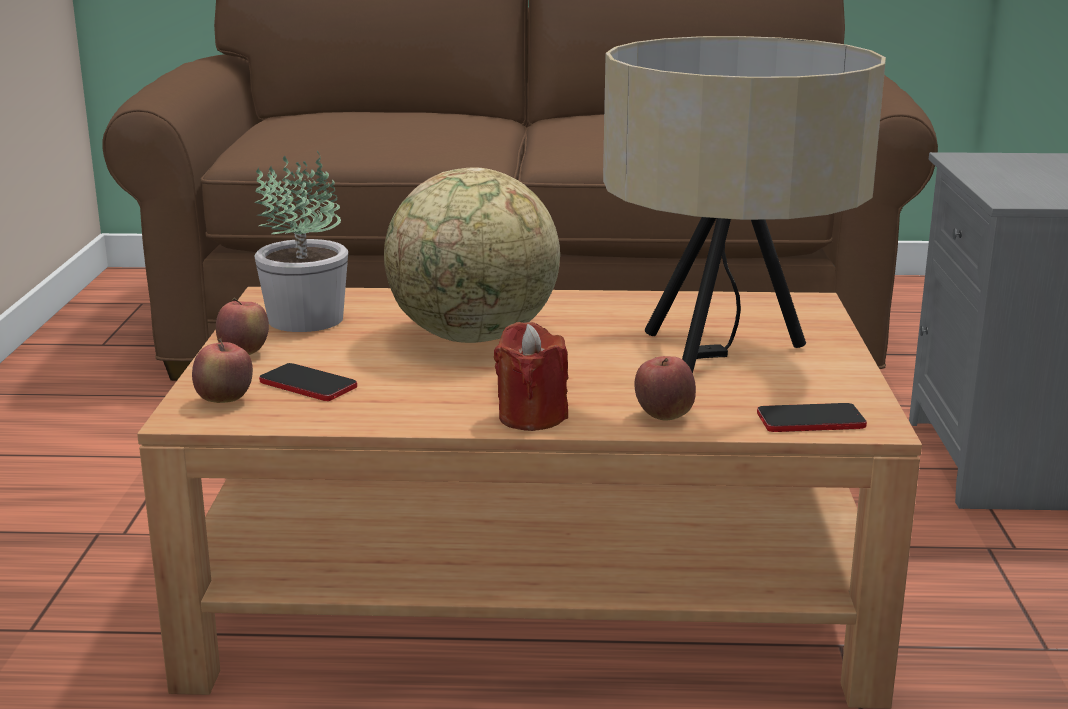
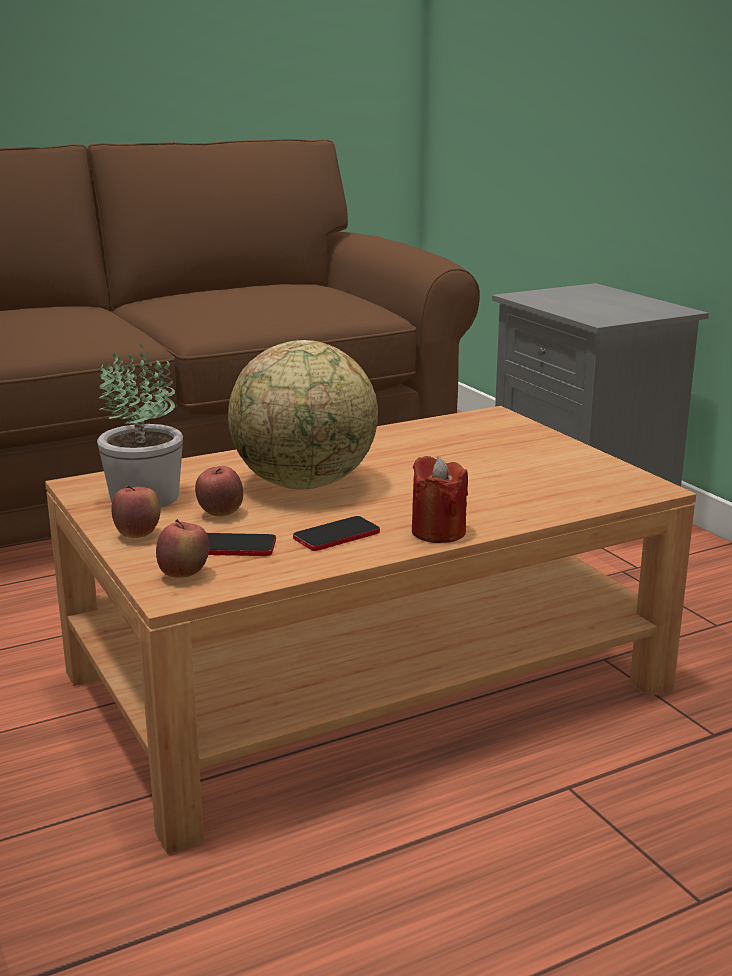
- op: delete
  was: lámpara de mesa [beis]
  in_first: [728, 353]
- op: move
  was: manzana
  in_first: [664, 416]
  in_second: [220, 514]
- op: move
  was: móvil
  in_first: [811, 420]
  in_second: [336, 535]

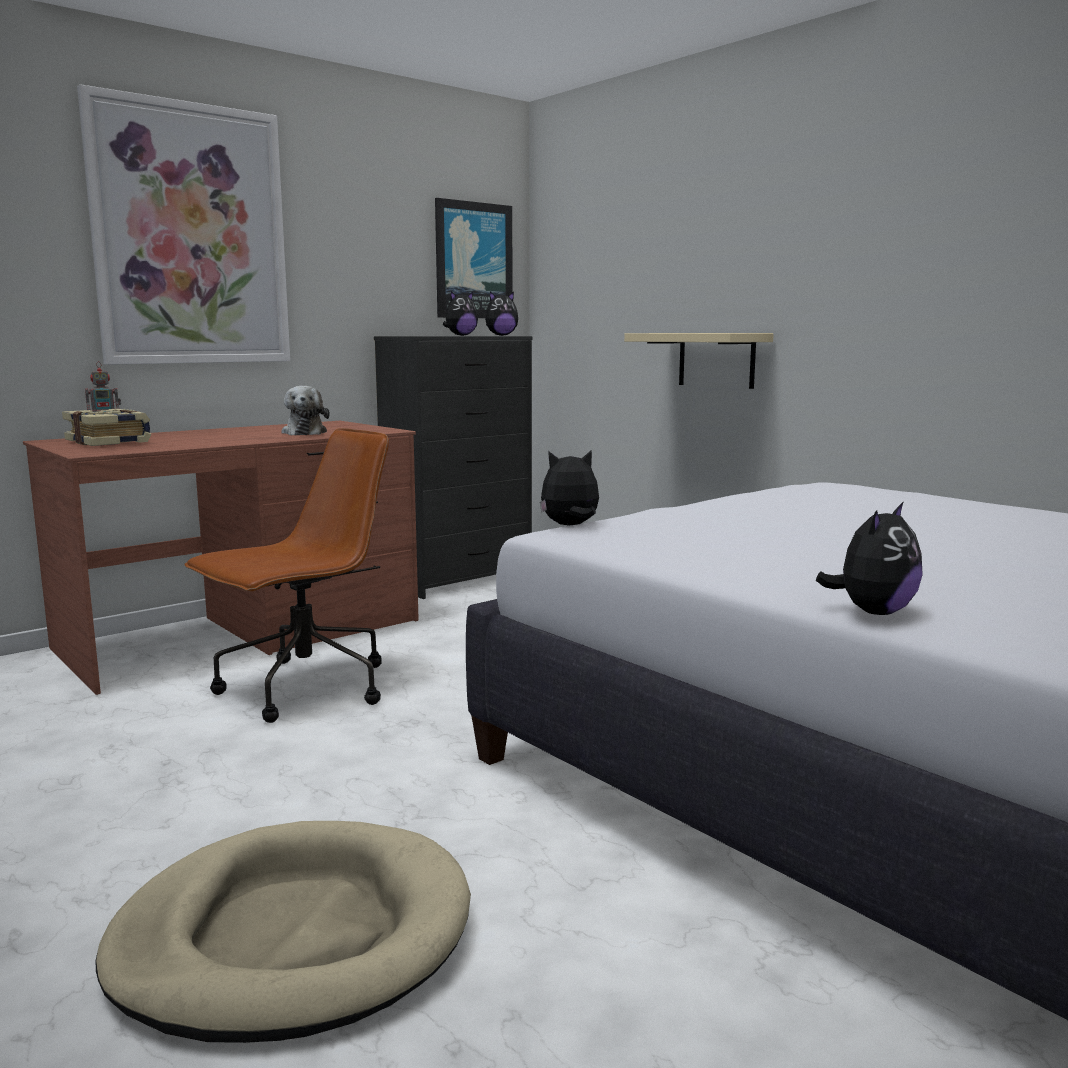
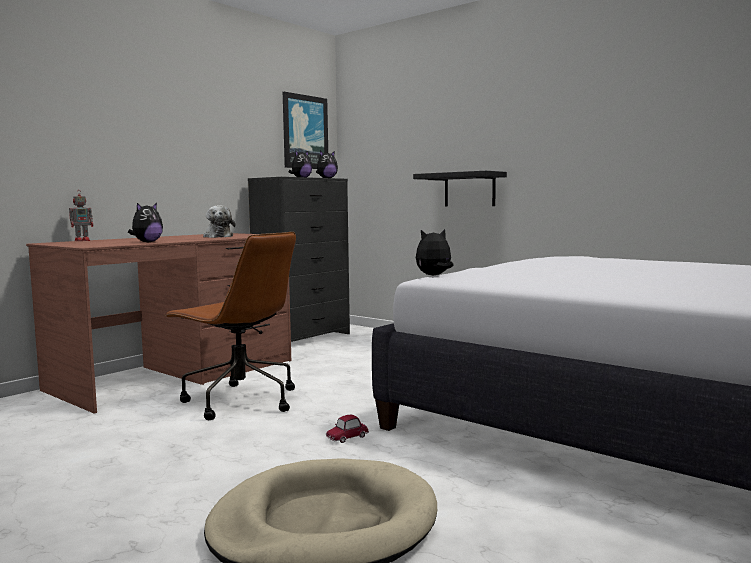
- op: delete
  was: cuadro
  in_first: [191, 236]
- op: recolor
  was: estante [beis]
  now: estante [negro]
  in_first: [716, 360]
  in_second: [469, 189]
- op: delete
  was: libro
  in_first: [110, 442]
- op: rotate
  was: silla de oficina [marrón]
  in_first: [303, 689]
  in_second: [239, 401]
  clockwise: 90
- op: move
  was: peluche
  in_first: [873, 612]
  in_second: [147, 242]
- op: insert
  now: coche de juguete
  in_second: [347, 437]

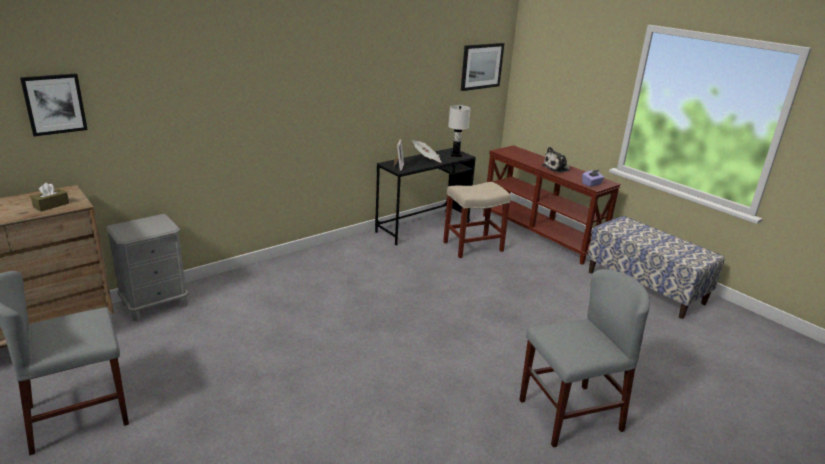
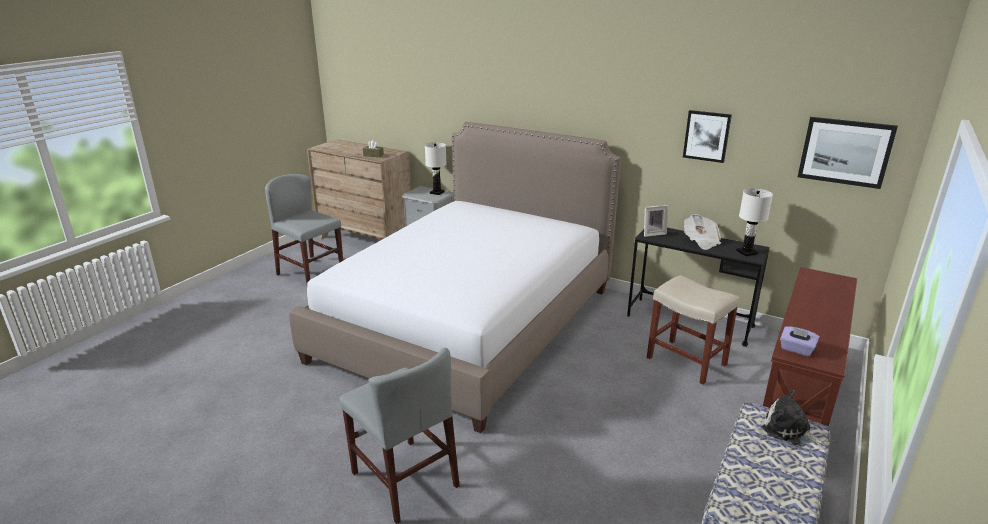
- op: move
  was: cuadro
  in_first: [54, 104]
  in_second: [706, 136]
- op: move
  was: peluche
  in_first: [557, 168]
  in_second: [789, 430]
- op: insert
  now: cama
  in_second: [469, 324]
- op: insert
  now: lámpara de mesa [blanco]
  in_second: [437, 192]

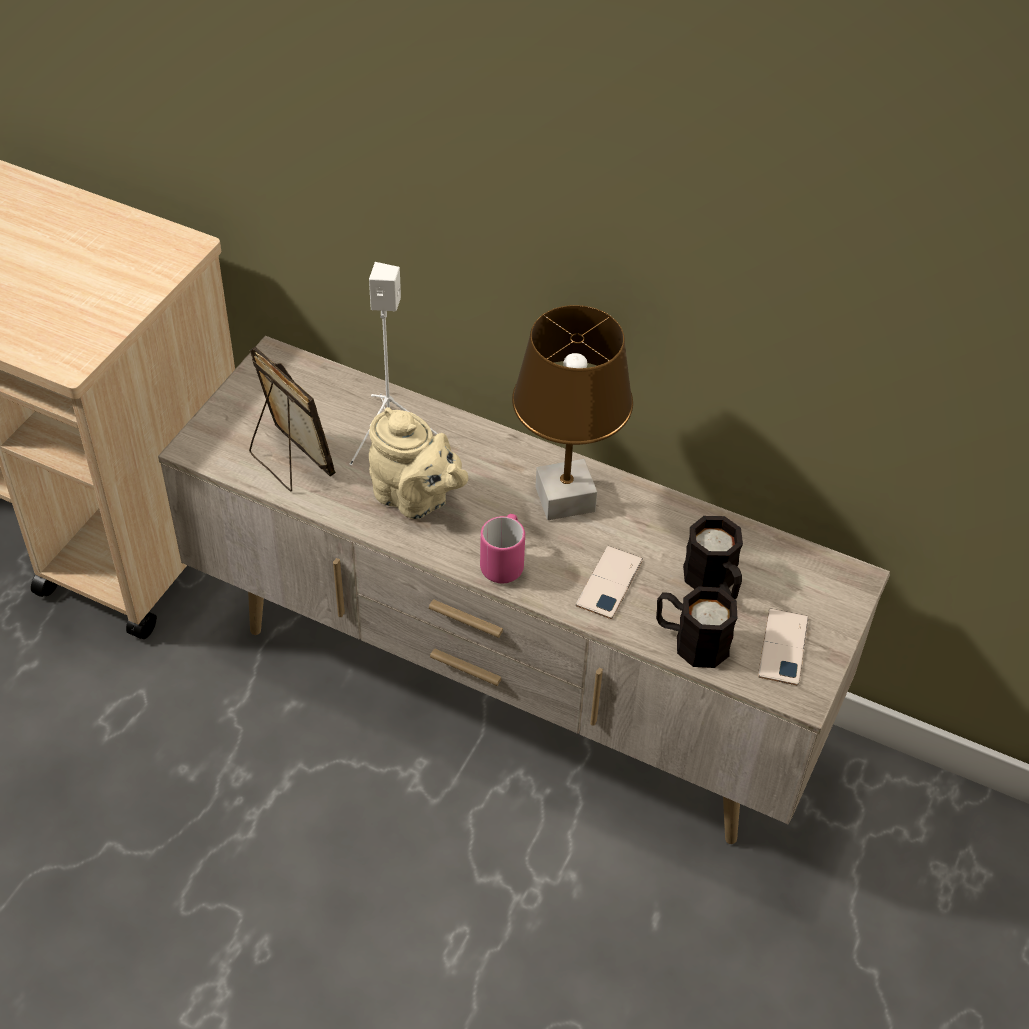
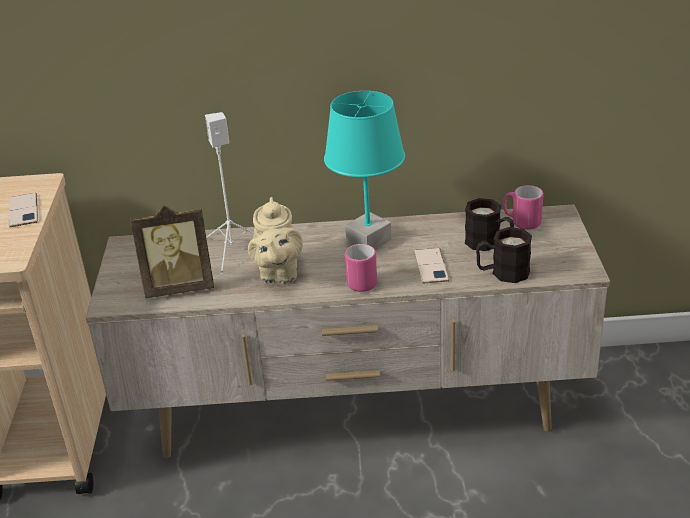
- op: recolor
  was: lámpara de mesa [marrón]
  now: lámpara de mesa [turquesa]
  in_first: [564, 500]
  in_second: [368, 241]
- op: rotate
  was: portarretratos
  in_first: [289, 462]
  in_second: [179, 287]
  clockwise: 150
- op: rotate
  was: tetera [beis]
  in_first: [415, 499]
  in_second: [278, 274]
  clockwise: 75
- op: move
  was: móvil
  in_first: [783, 647]
  in_second: [23, 210]
- op: insert
  now: taza grande [rosa]
  in_second: [521, 222]

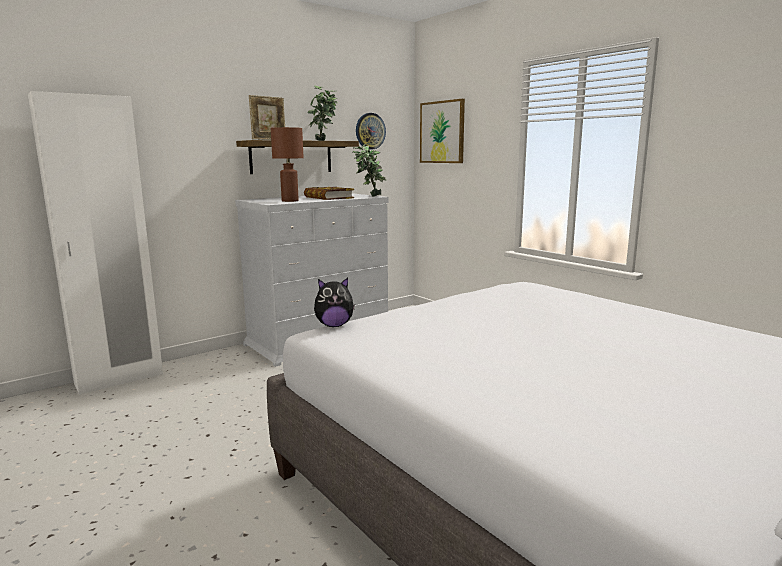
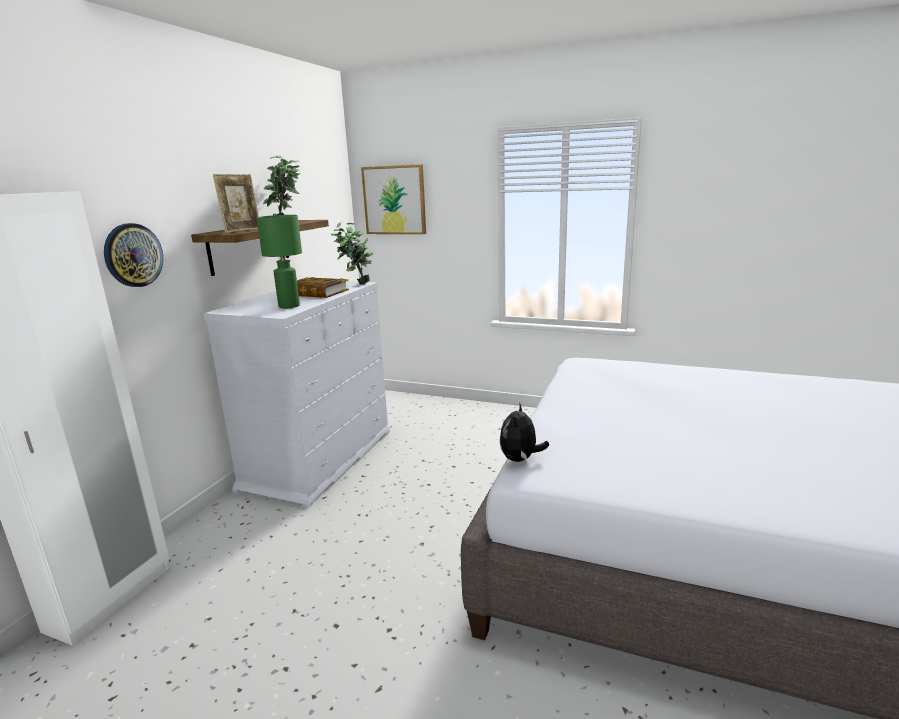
- op: move
  was: reloj de pared
  in_first: [370, 131]
  in_second: [133, 255]
- op: recolor
  was: lámpara de mesa [marrón]
  now: lámpara de mesa [verde]
  in_first: [289, 201]
  in_second: [288, 306]
- op: rotate
  was: peluche
  in_first: [334, 325]
  in_second: [520, 459]
  clockwise: 150

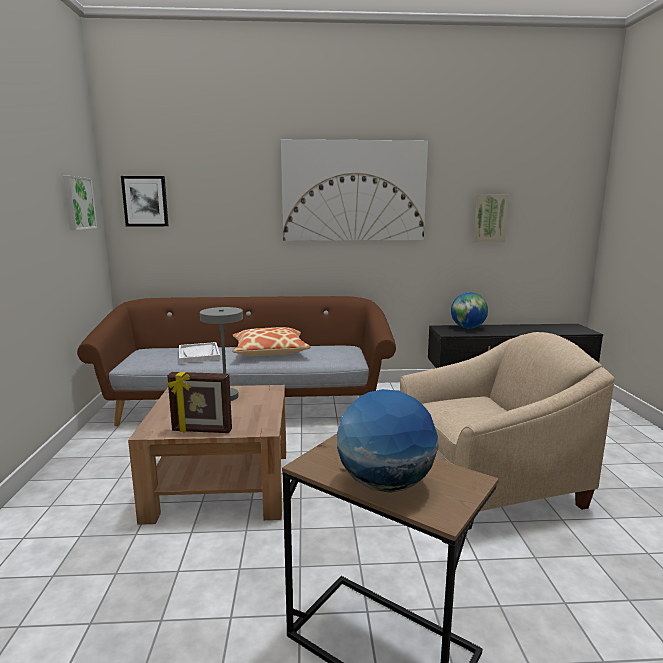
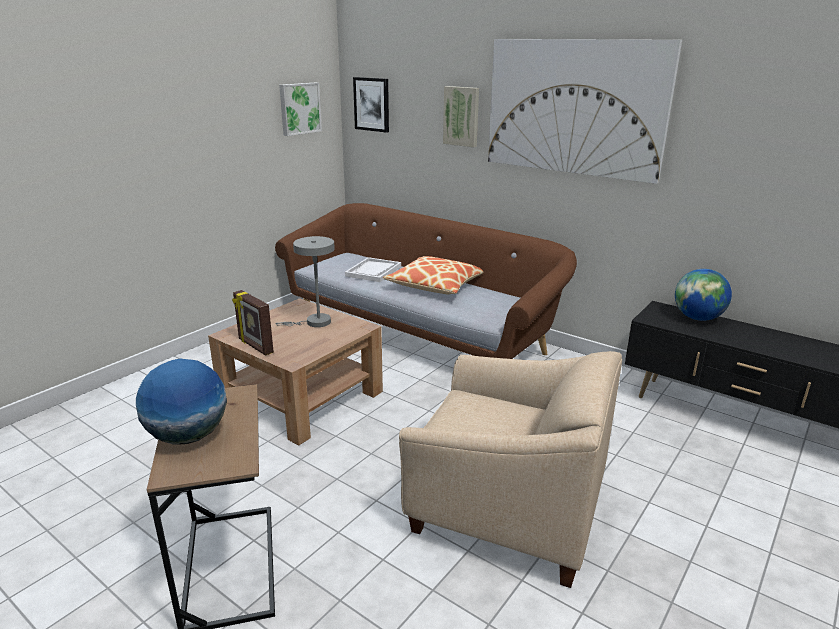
- op: move
  was: cuadro
  in_first: [489, 218]
  in_second: [462, 116]

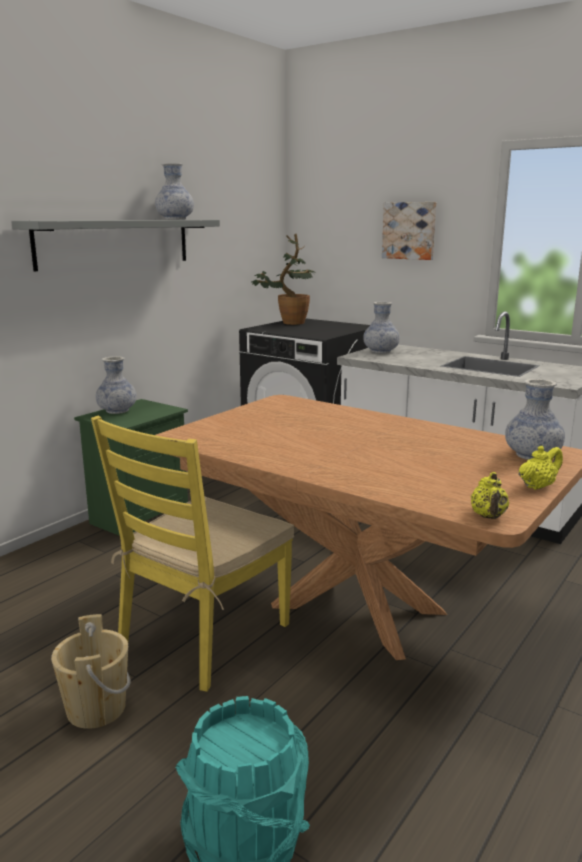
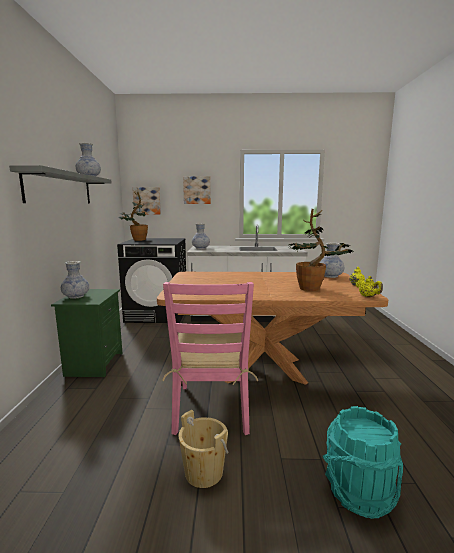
- op: recolor
  was: silla [amarillo]
  now: silla [rosa]
  in_first: [204, 636]
  in_second: [212, 409]
- op: insert
  now: cuadro
  in_second: [147, 201]
- op: insert
  now: planta en maceta
  in_second: [315, 288]

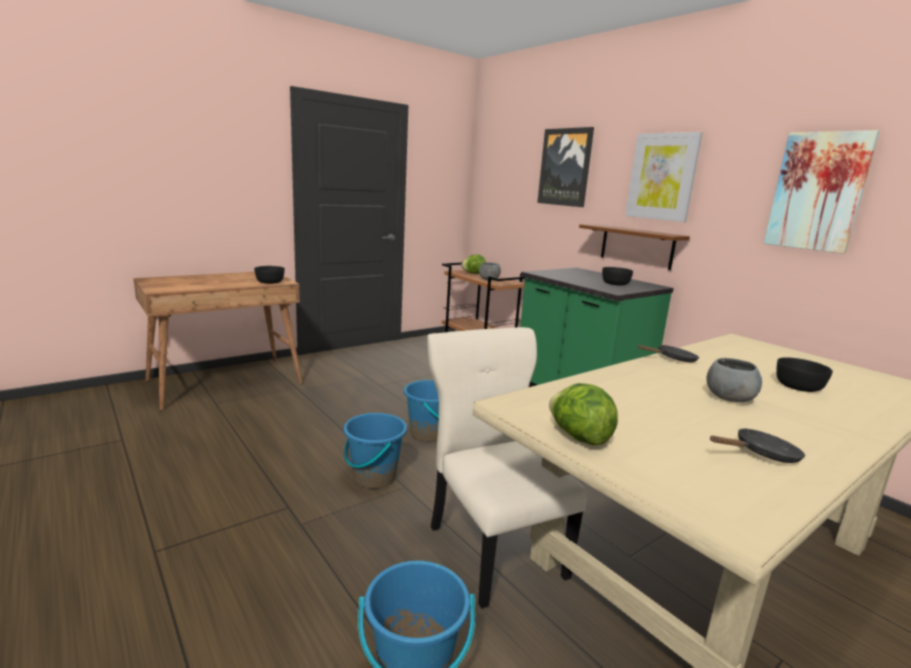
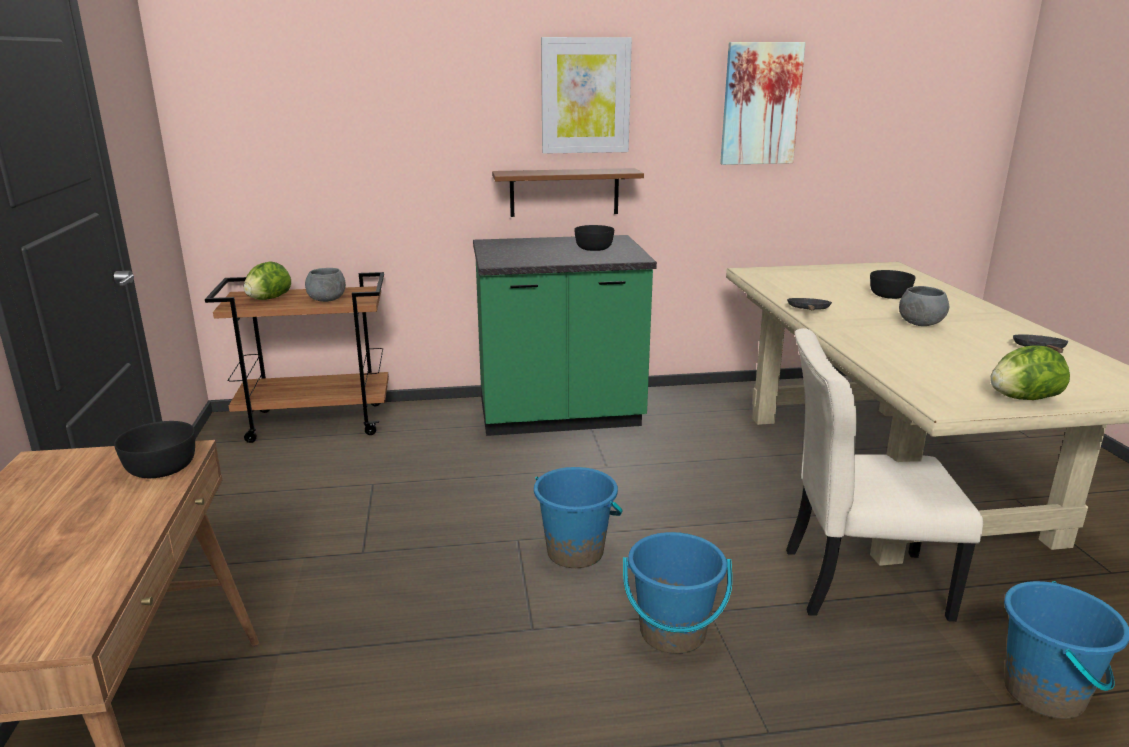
- op: delete
  was: cuadro
  in_first: [565, 167]

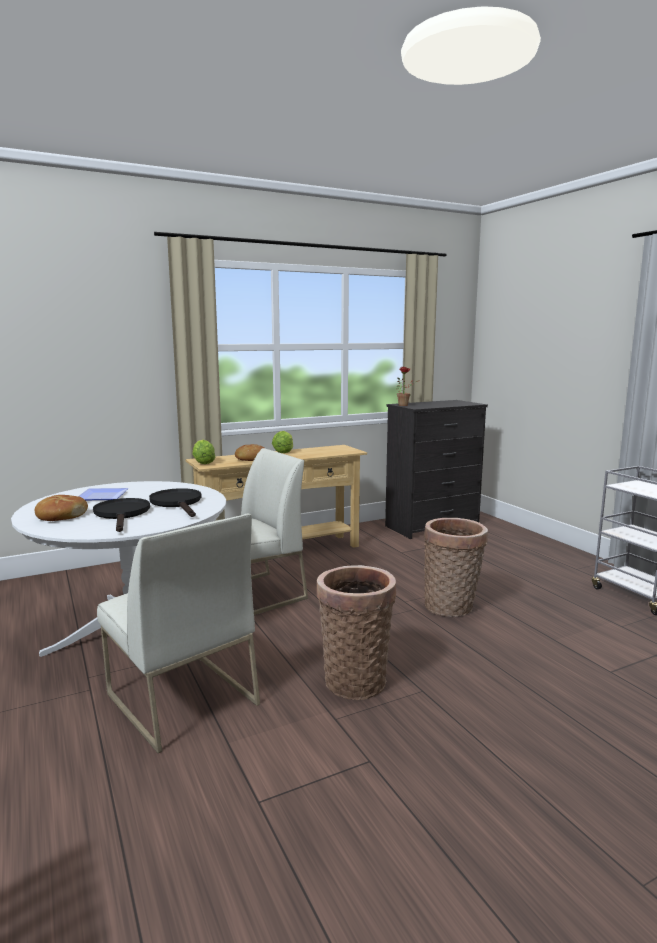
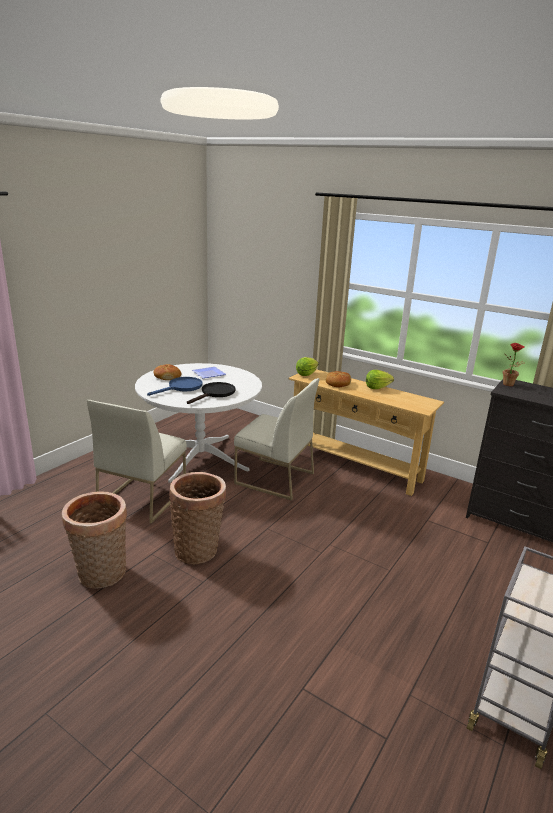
- op: recolor
  was: sartén [negro]
  now: sartén [azul]
  in_first: [122, 514]
  in_second: [181, 388]
- op: move
  was: cesta
  in_first: [452, 607]
  in_second: [101, 576]

